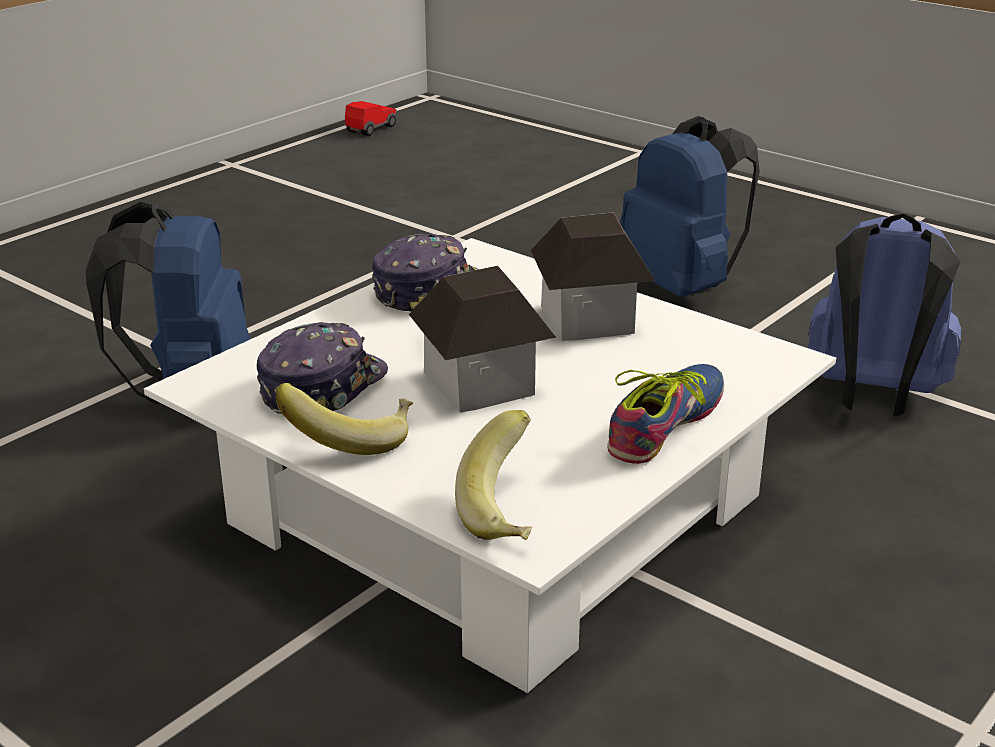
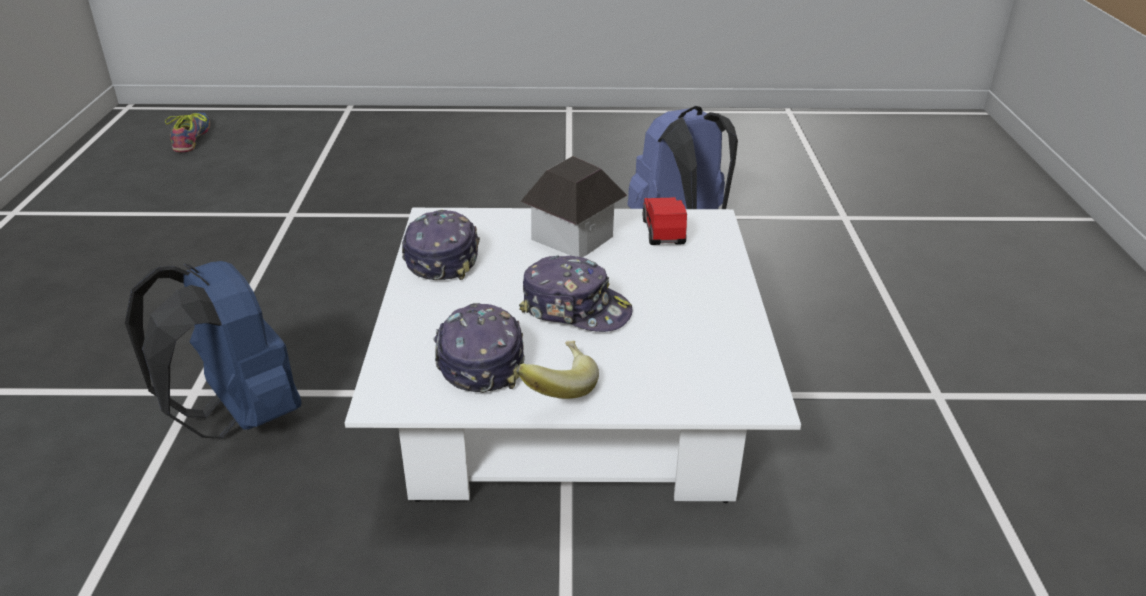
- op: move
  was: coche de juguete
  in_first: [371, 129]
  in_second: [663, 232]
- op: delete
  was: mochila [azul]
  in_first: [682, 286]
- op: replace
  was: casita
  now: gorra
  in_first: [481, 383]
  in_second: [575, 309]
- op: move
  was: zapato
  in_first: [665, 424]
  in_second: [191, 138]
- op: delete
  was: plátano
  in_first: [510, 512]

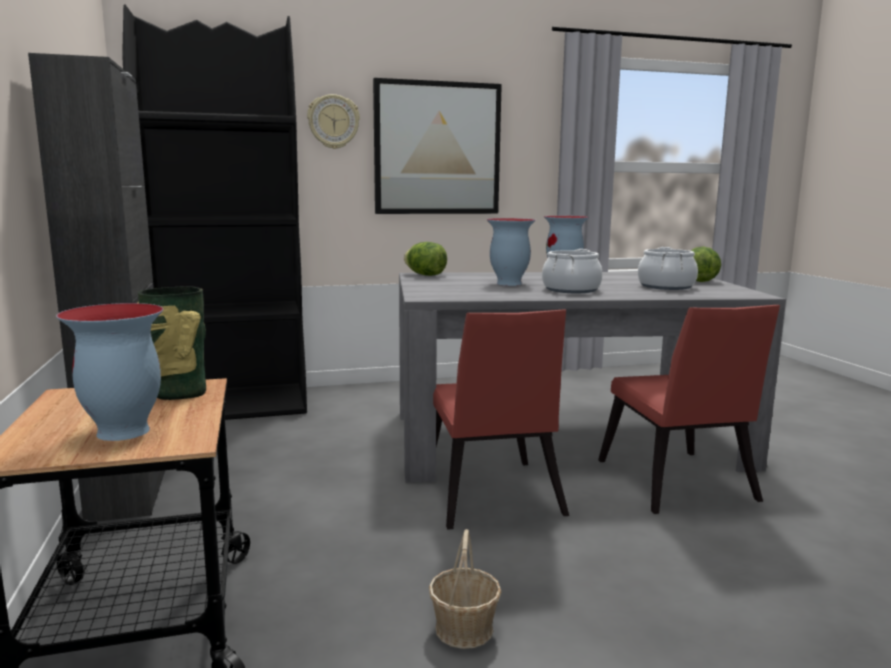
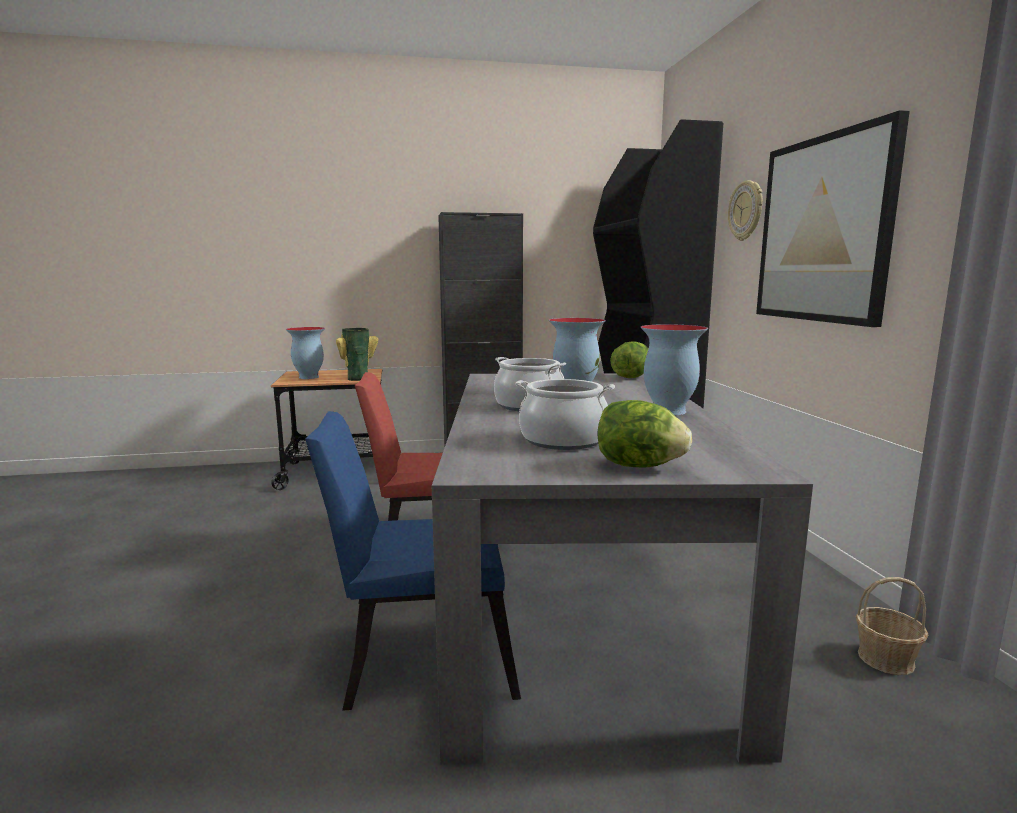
- op: recolor
  was: silla [rojo]
  now: silla [azul]
  in_first: [677, 485]
  in_second: [420, 657]
- op: move
  was: cesta
  in_first: [464, 629]
  in_second: [886, 659]

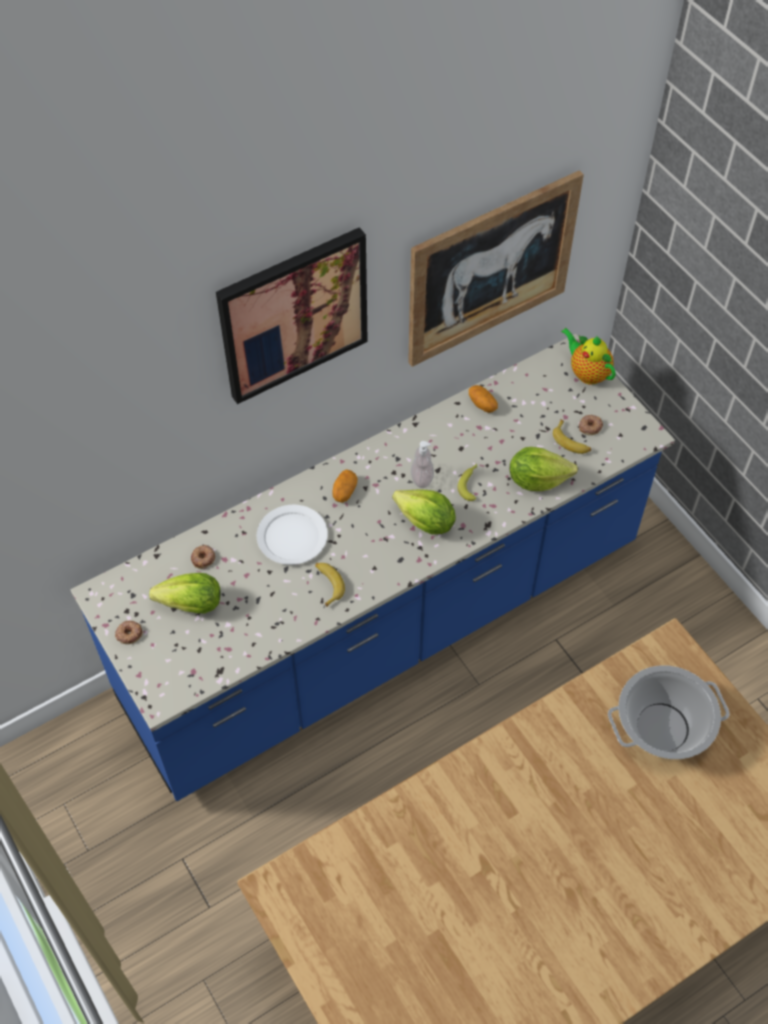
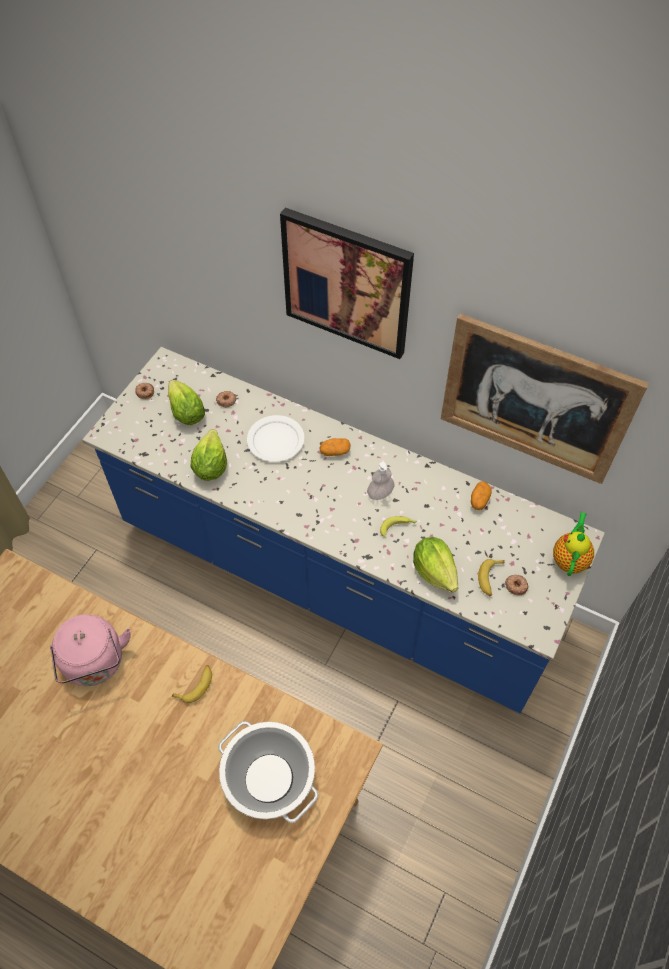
- op: move
  was: lechuga
  in_first: [425, 522]
  in_second: [210, 466]
- op: move
  was: plátano
  in_first: [327, 584]
  in_second: [196, 685]
- op: insert
  now: hervidor [rosa]
  in_second: [95, 664]

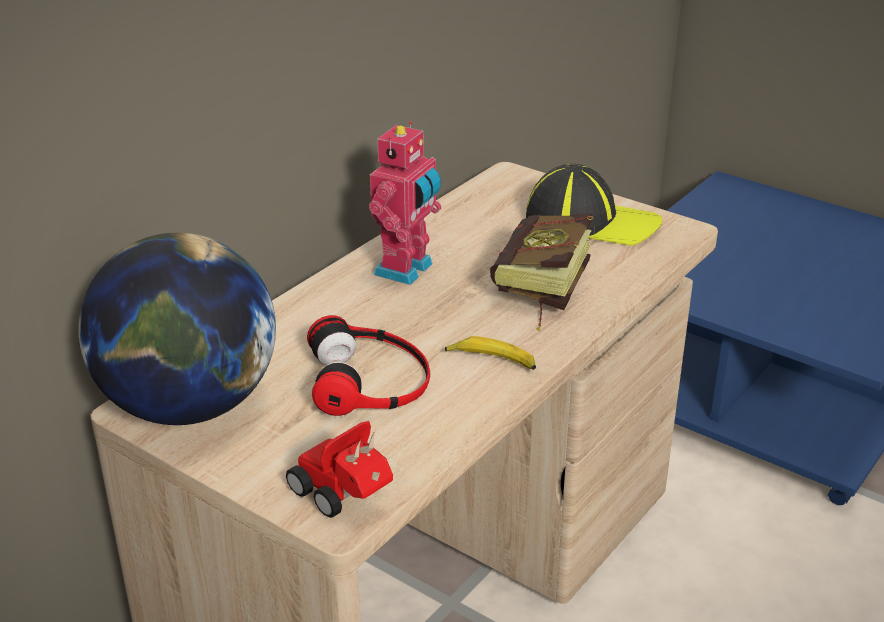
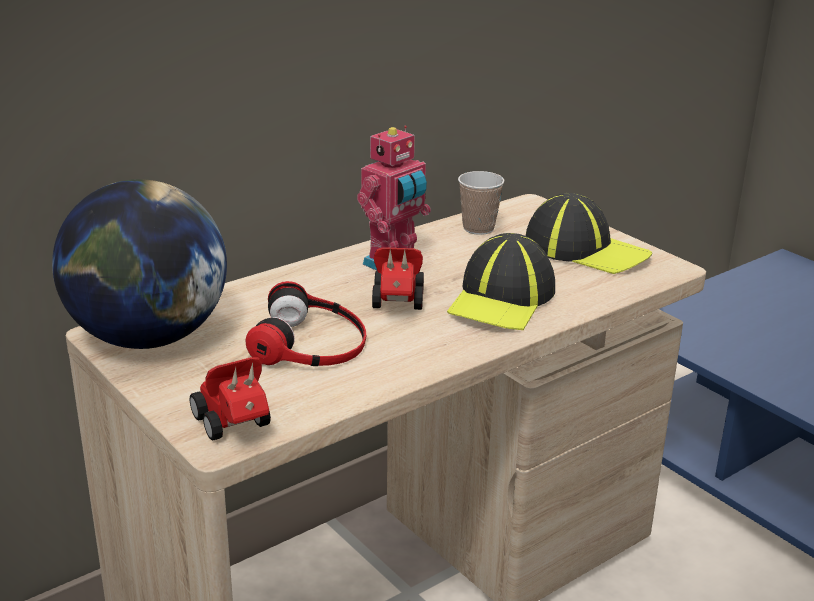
- op: replace
  was: libro
  now: gorra
  in_first: [538, 293]
  in_second: [502, 299]
- op: delete
  was: plátano
  in_first: [492, 361]
- op: insert
  now: taza
  in_second: [478, 228]
- op: insert
  now: coche de juguete
  in_second: [397, 305]

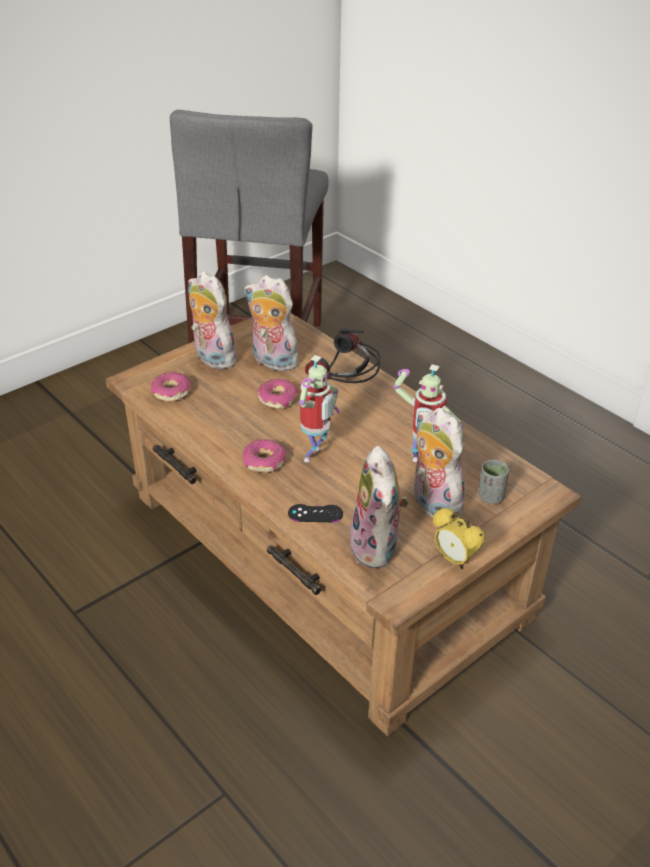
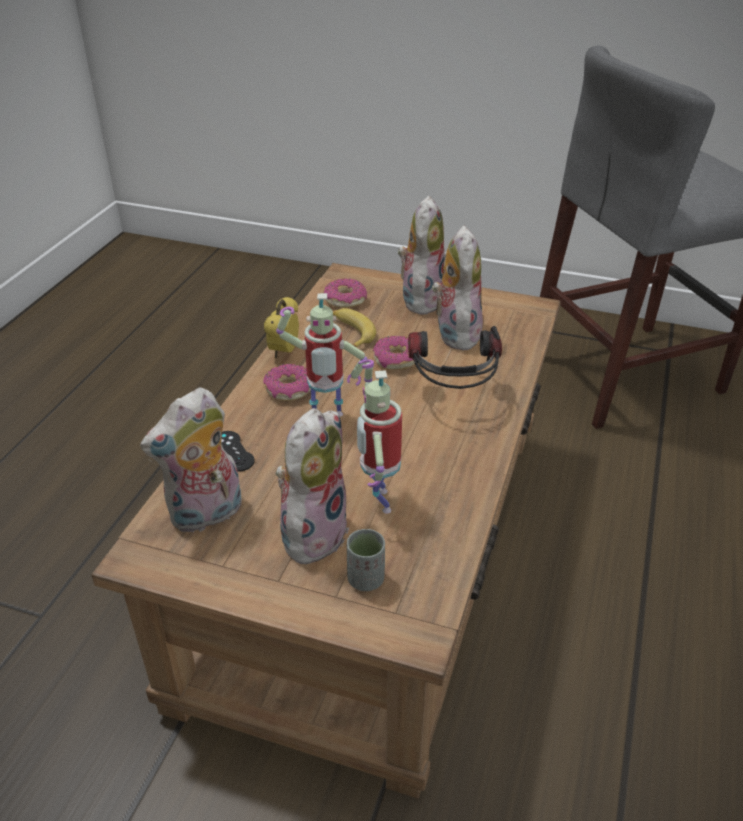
- op: move
  was: despertador
  in_first: [454, 559]
  in_second: [284, 352]
- op: insert
  now: plátano
  in_second: [351, 332]

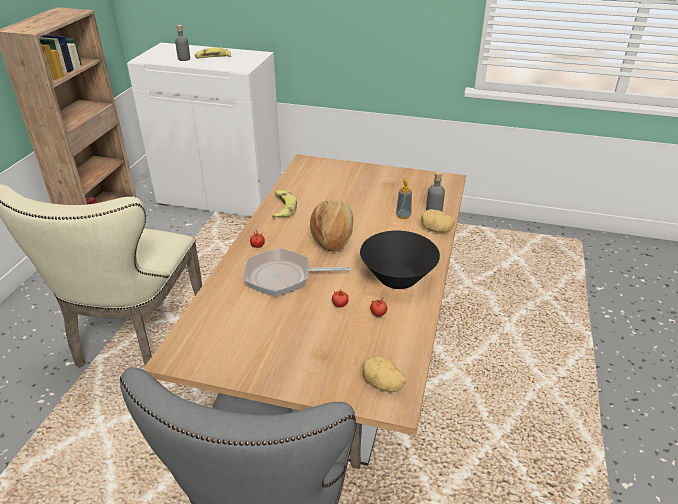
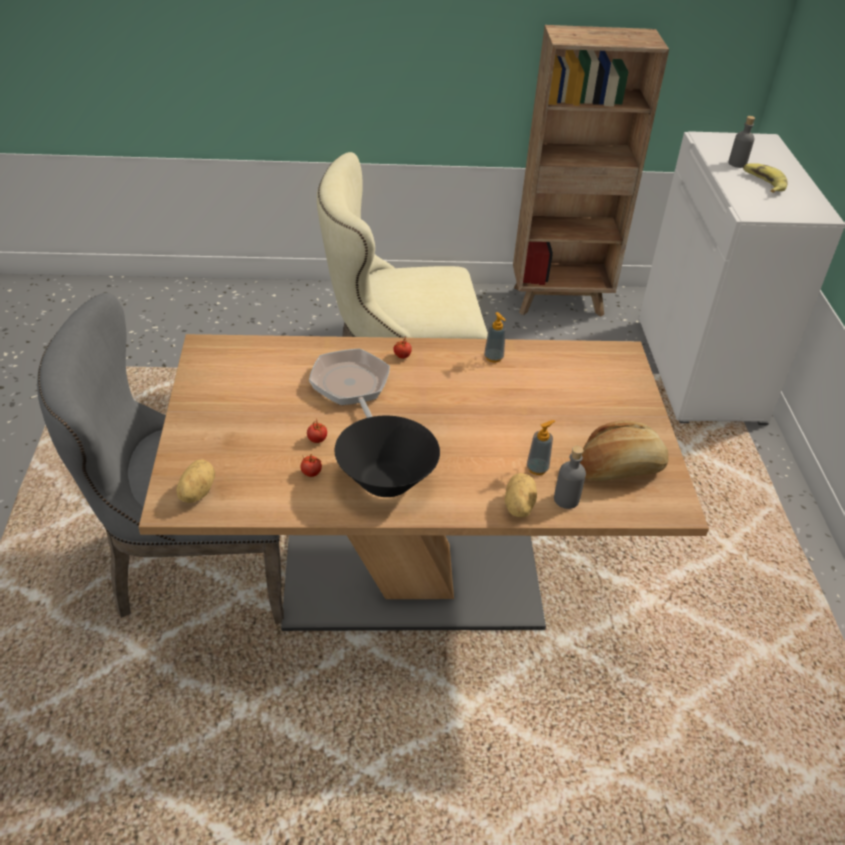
- op: replace
  was: plátano
  now: dispensador de jabón
  in_first: [282, 208]
  in_second: [493, 357]
- op: move
  was: pan
  in_first: [333, 236]
  in_second: [619, 469]

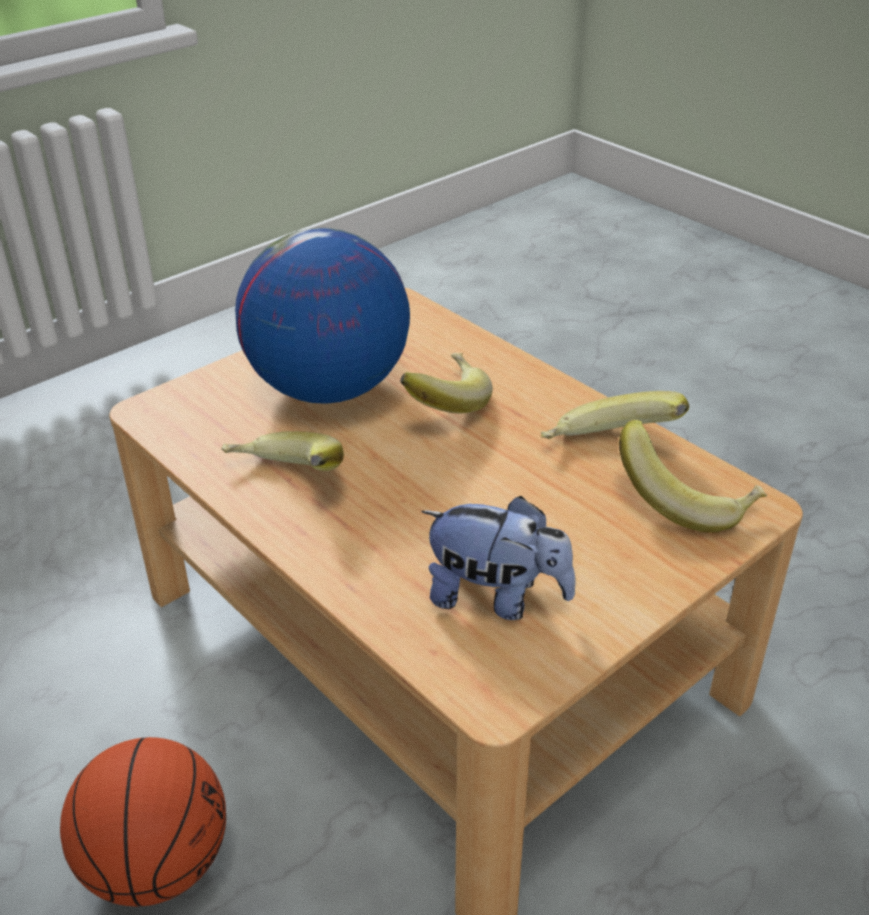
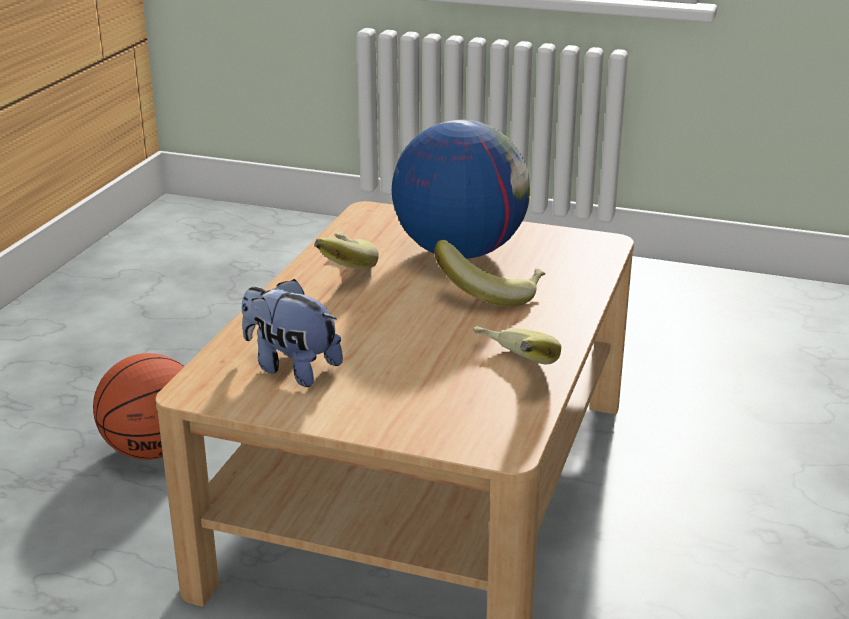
- op: delete
  was: plátano
  in_first: [686, 501]
- op: rotate
  was: peluche
  in_first: [496, 598]
  in_second: [291, 368]
  clockwise: 135

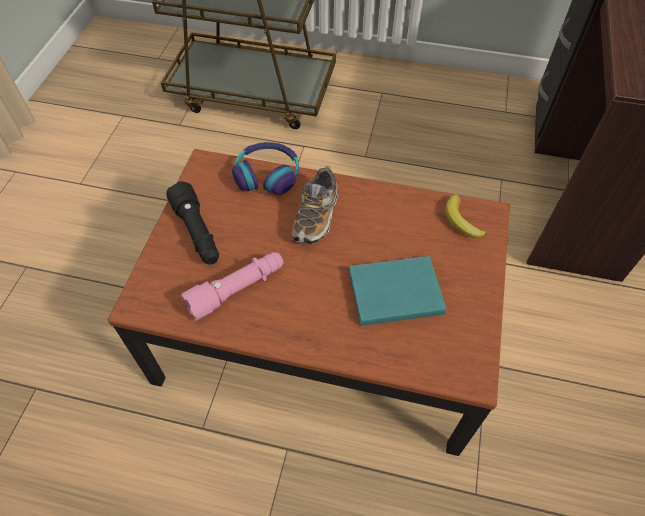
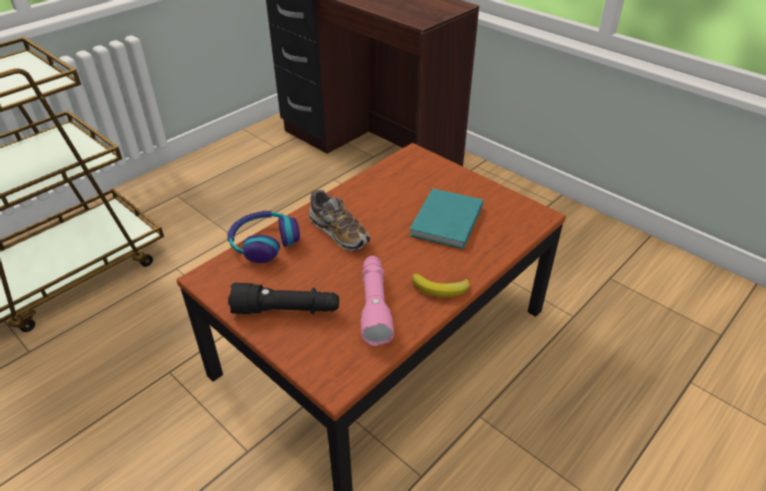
- op: move
  was: plátano
  in_first: [461, 220]
  in_second: [441, 289]

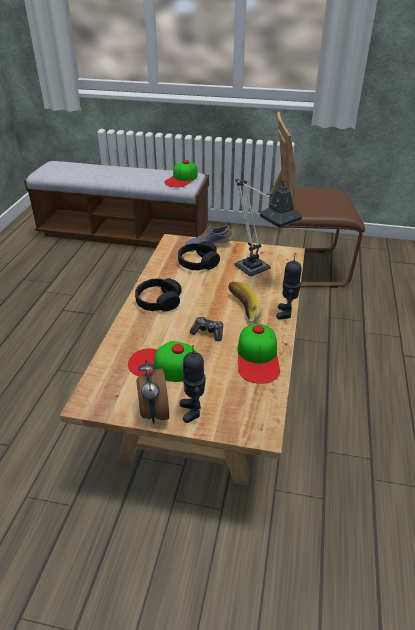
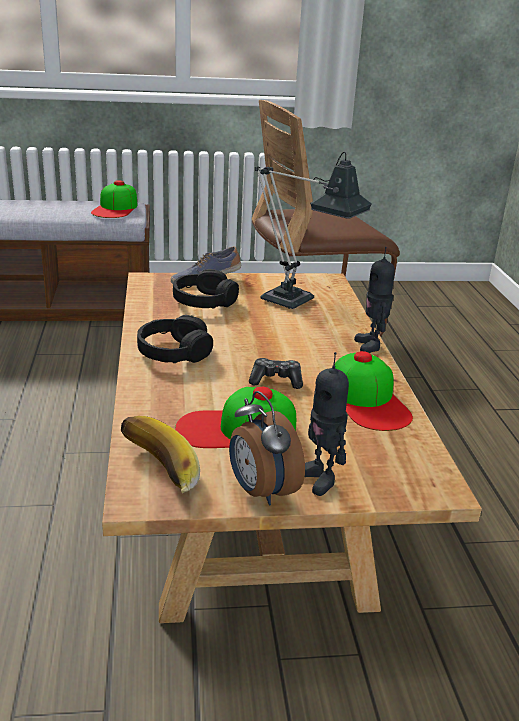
- op: move
  was: plátano
  in_first: [241, 309]
  in_second: [155, 471]

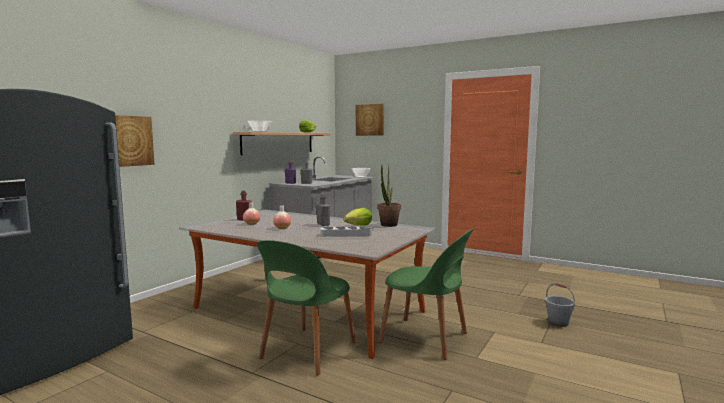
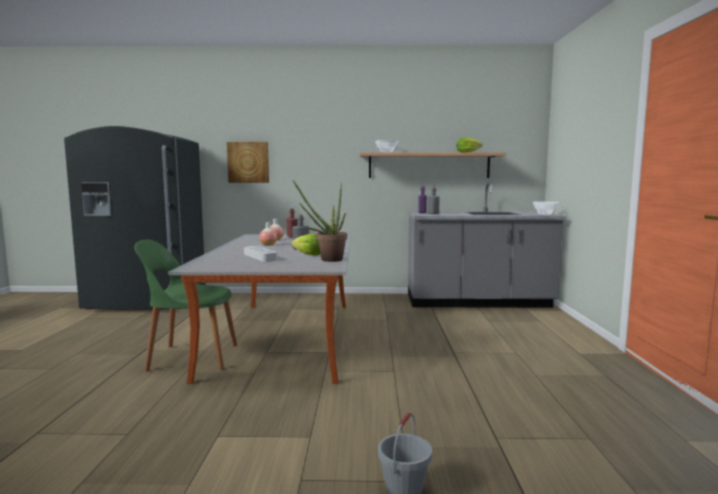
- op: delete
  was: cuadro
  in_first: [370, 120]
- op: delete
  was: silla [verde]
  in_first: [426, 338]

